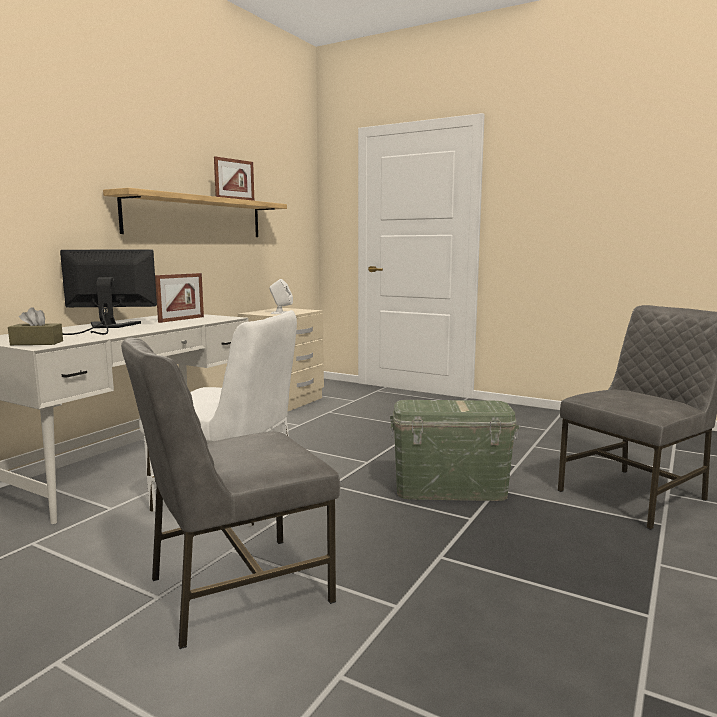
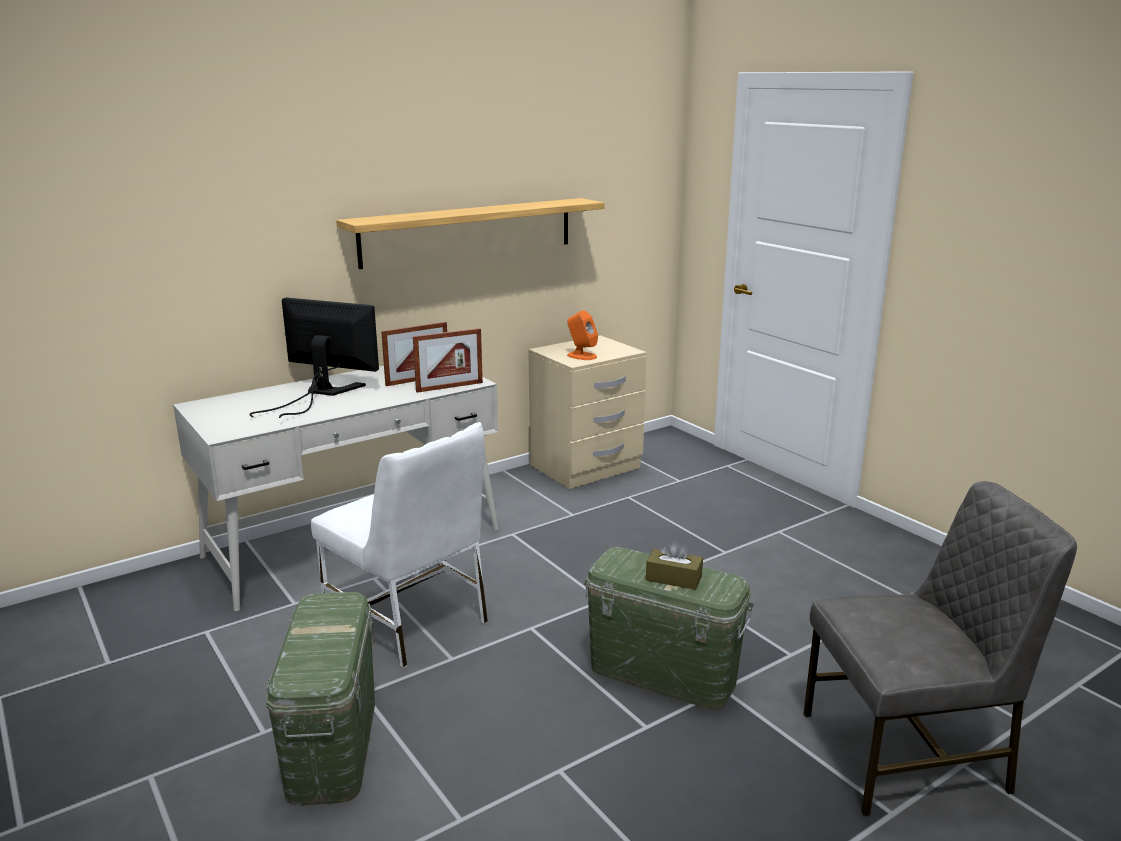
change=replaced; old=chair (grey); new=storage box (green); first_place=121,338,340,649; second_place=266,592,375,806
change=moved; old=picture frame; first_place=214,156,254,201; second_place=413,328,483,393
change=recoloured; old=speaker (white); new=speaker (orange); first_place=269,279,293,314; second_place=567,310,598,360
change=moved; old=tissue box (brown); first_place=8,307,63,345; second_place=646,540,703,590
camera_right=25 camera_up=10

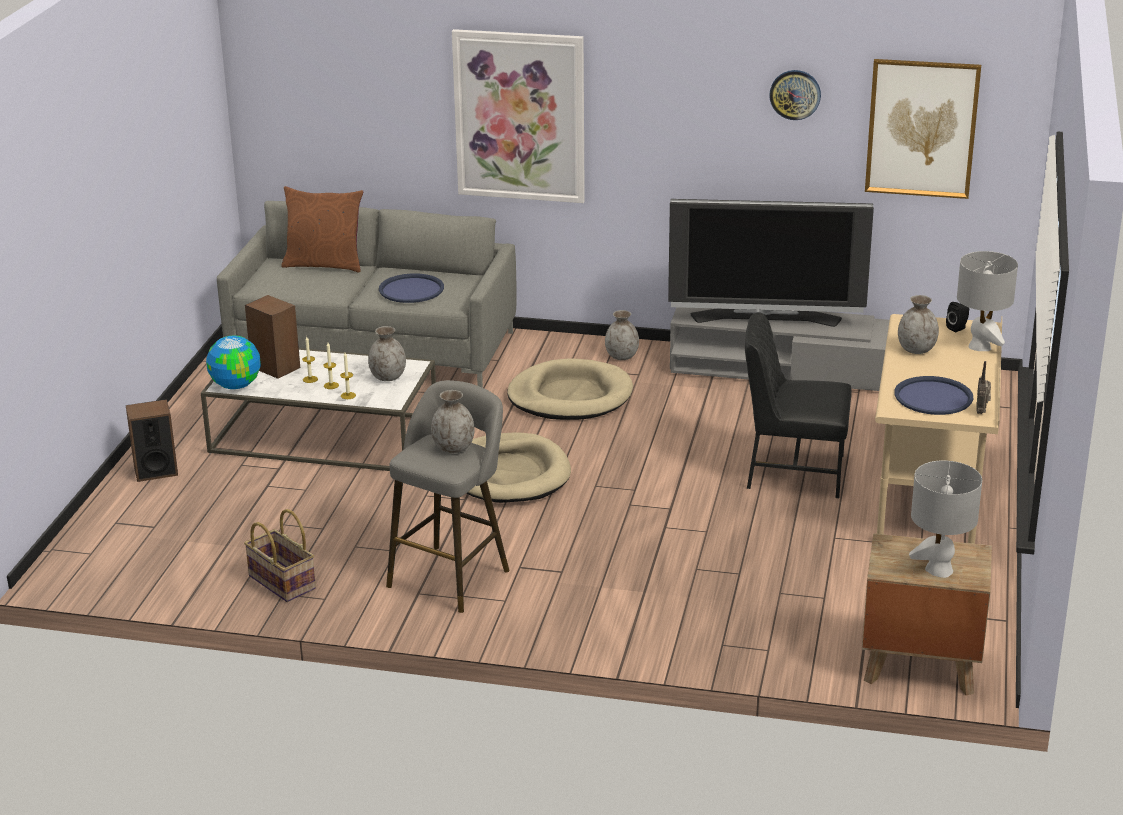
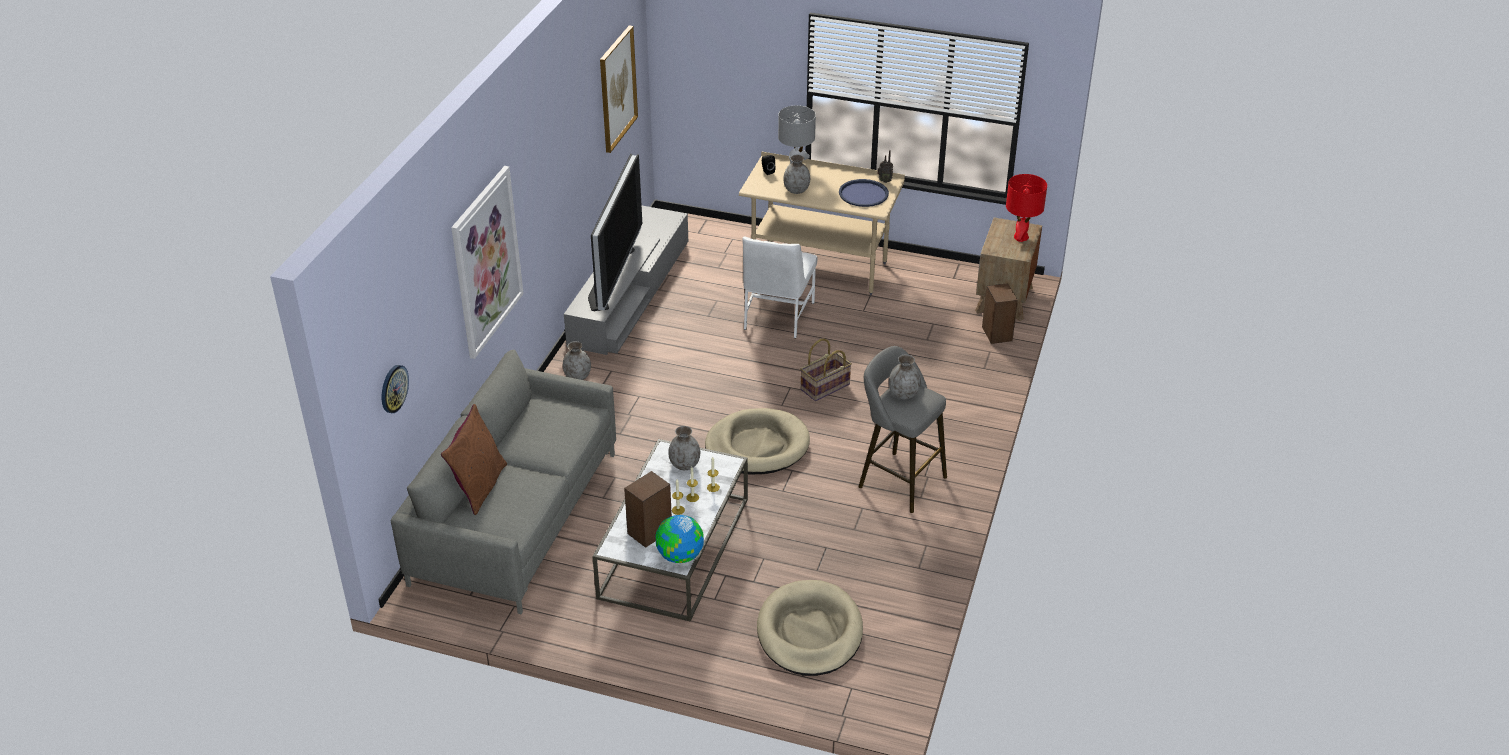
change=moved; old=wall clock; first_place=769,70,821,120; second_place=382,365,409,413
change=recoloured; old=chair (black); new=chair (white); first_place=745,312,852,498; second_place=743,236,817,338
change=moved; old=dog bed (beige); first_place=507,358,633,420; second_place=757,580,863,676
change=moved; old=basket; first_place=244,509,316,602; second_place=800,339,852,401
change=moved; old=speaker; first_place=126,399,178,482; second_place=982,283,1018,344
change=recoloured; old=table lamp (grey); new=table lamp (red); first_place=909,460,982,578; second_place=1006,174,1047,242
change=removed; old=tray (blue); first_place=379,273,444,303
camera_right=-85 camera_up=10

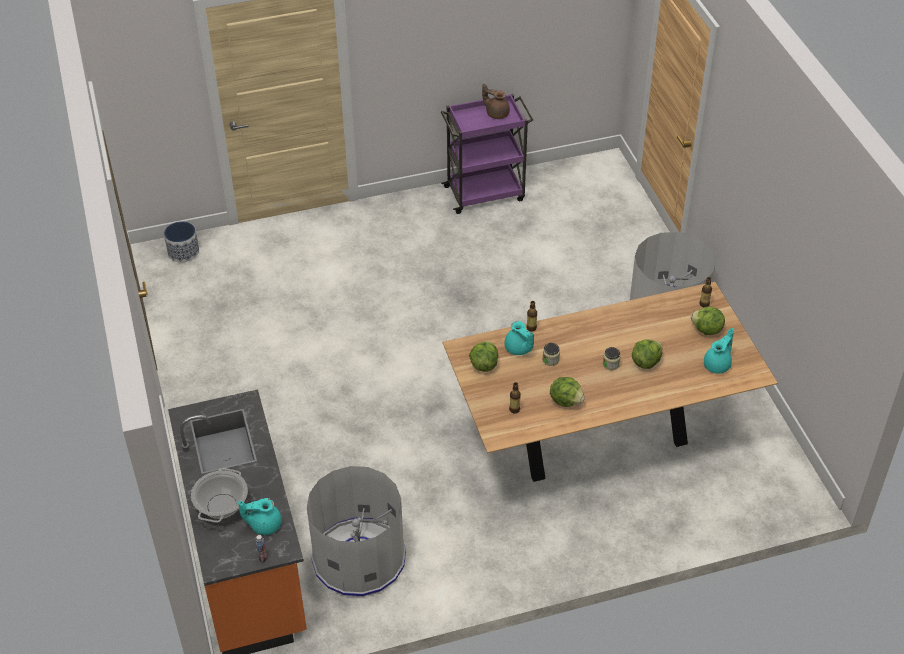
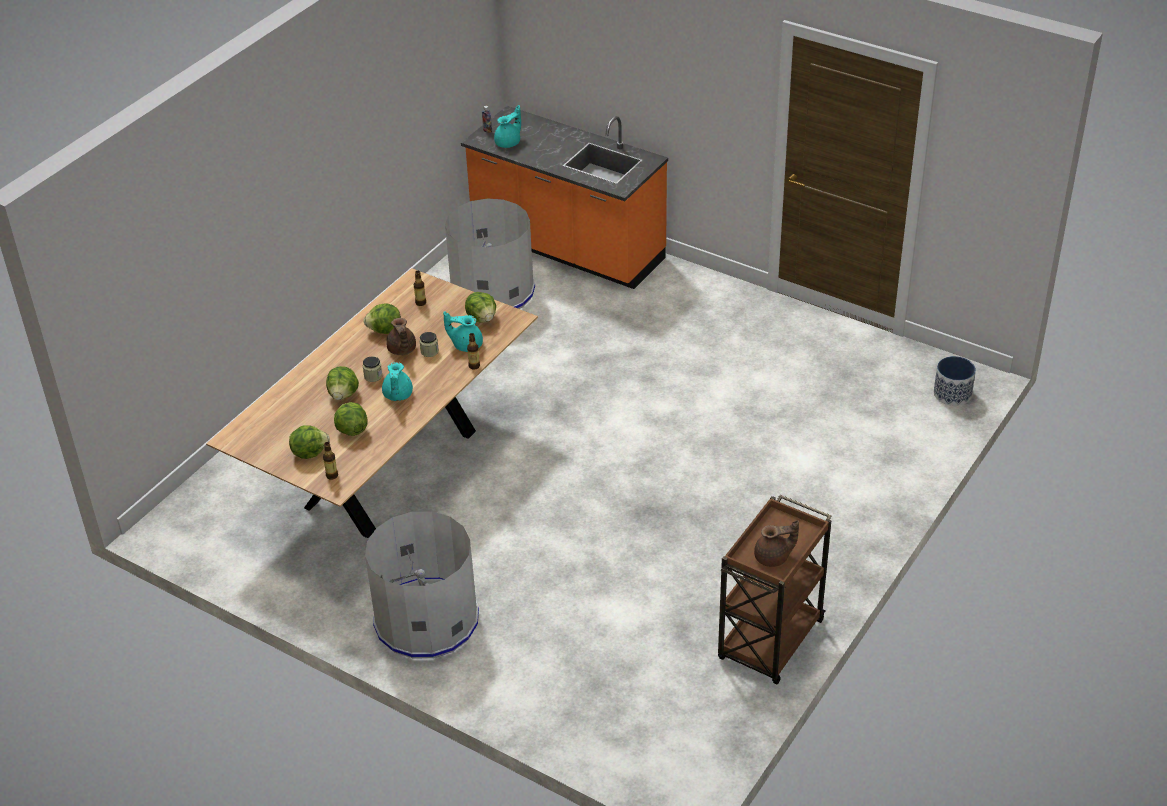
change=added; new=lettuce; second_place=334,402,368,436
change=moved; old=teapot (turquoise); first_place=704,328,734,374; second_place=382,362,413,401
change=added; new=teapot (brown); second_place=386,318,416,355
change=recoloured; old=cart (purple); new=cart (brown); first_place=441,94,533,214; second_place=718,495,832,684
change=removed; old=cooking pot; first_place=191,468,248,523
camera_right=140 camera_up=-5

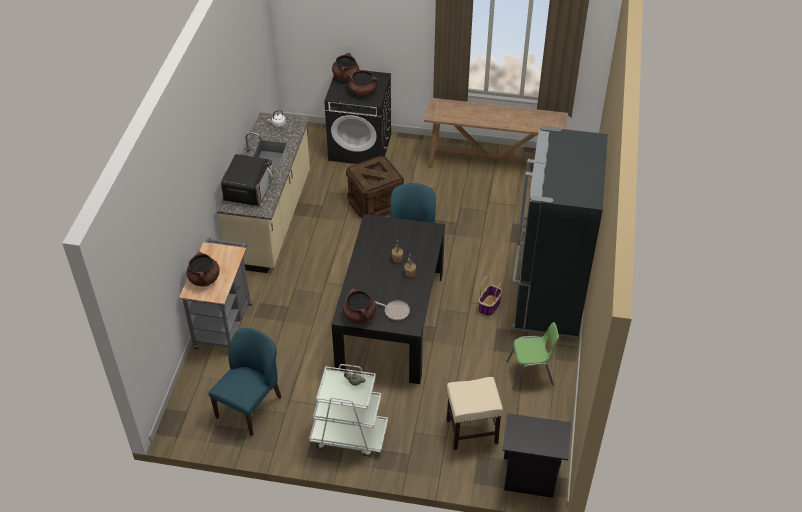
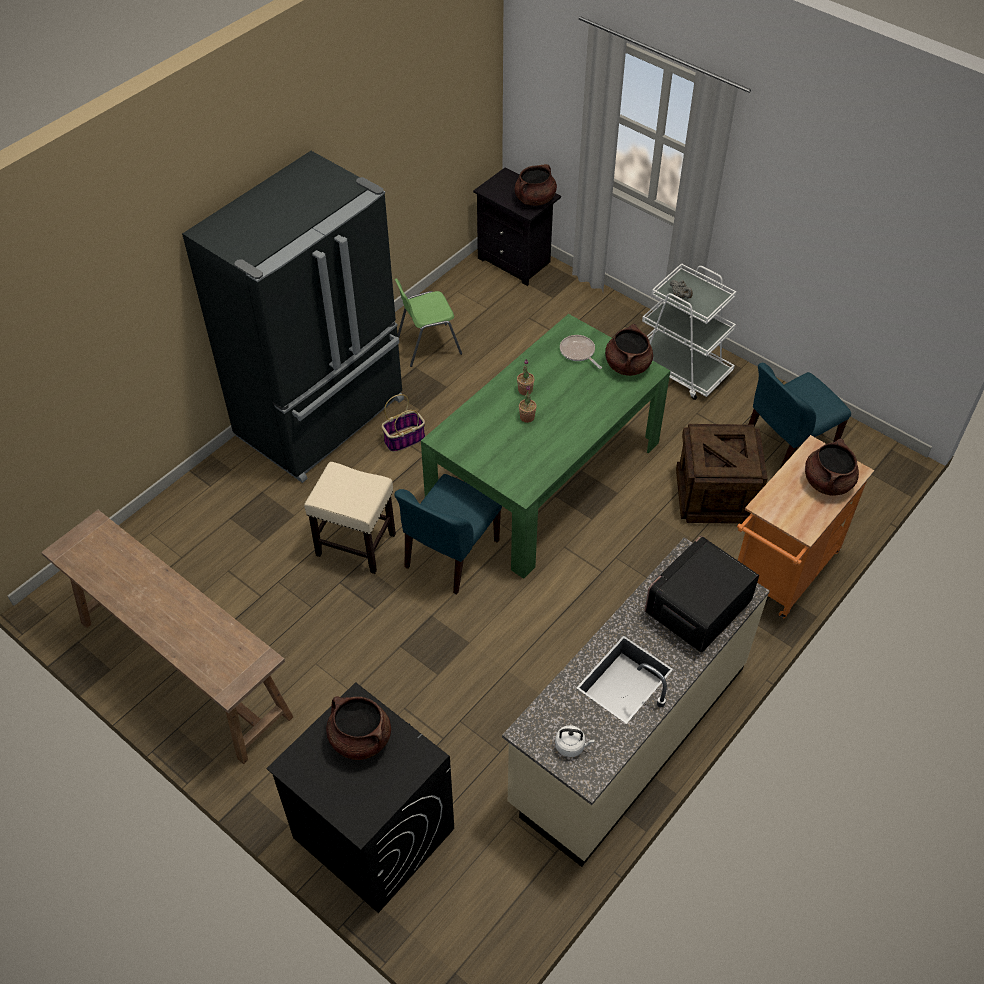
change=moved; old=stool (beige); first_place=446,377,503,450; second_place=304,462,396,574
change=turned; old=chair (green); first_place=506,322,559,390; second_place=395,278,462,367; degrees=-45
change=recoloured; old=dining table (black); new=dining table (green); first_place=331,214,445,384; second_place=421,314,670,579
change=moved; old=cooking pot (brown); first_place=332,53,359,81; second_place=515,164,557,206
change=moved; old=crate; first_place=346,155,404,218; second_place=676,424,768,524
change=recoloured; old=cart (grey); new=cart (orange); first_place=179,237,253,350; second_place=737,435,874,618
camera_right=-150 camera_up=5

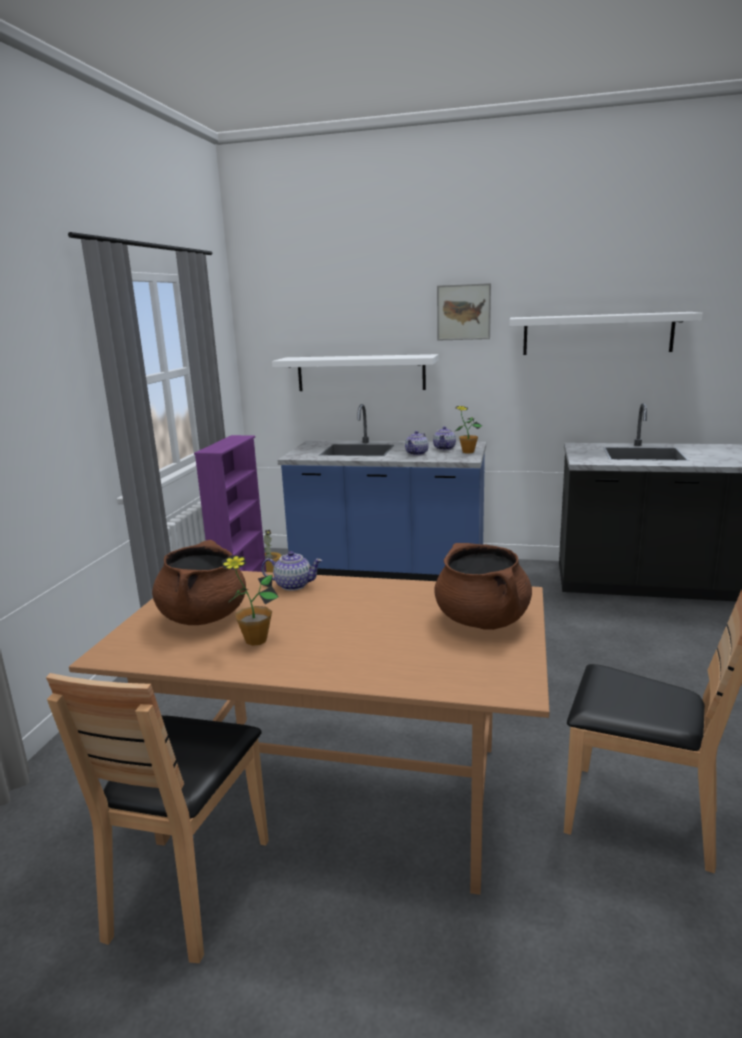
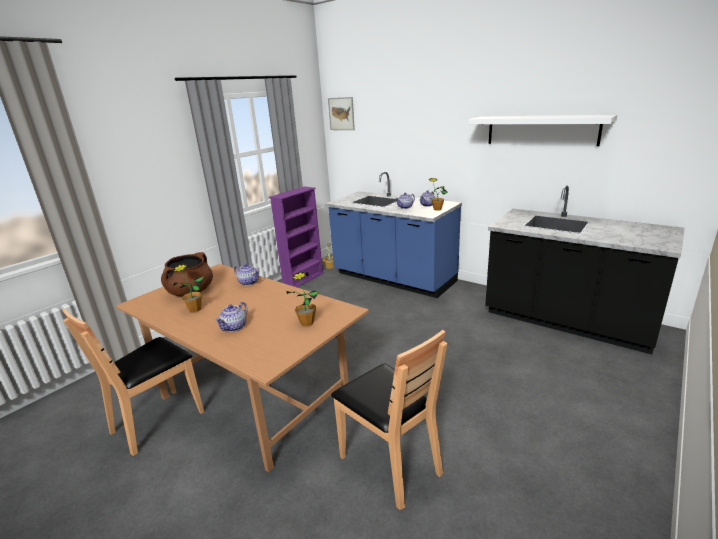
change=added; new=teapot; second_place=215,302,248,332
change=replaced; old=cooking pot (brown); new=potted plant; first_place=434,543,532,630; second_place=287,272,319,326
change=moved; old=picture; first_place=437,283,491,341; second_place=328,97,355,130
change=removed; old=shelf (white); first_place=272,354,438,391
camera_right=25 camera_up=5

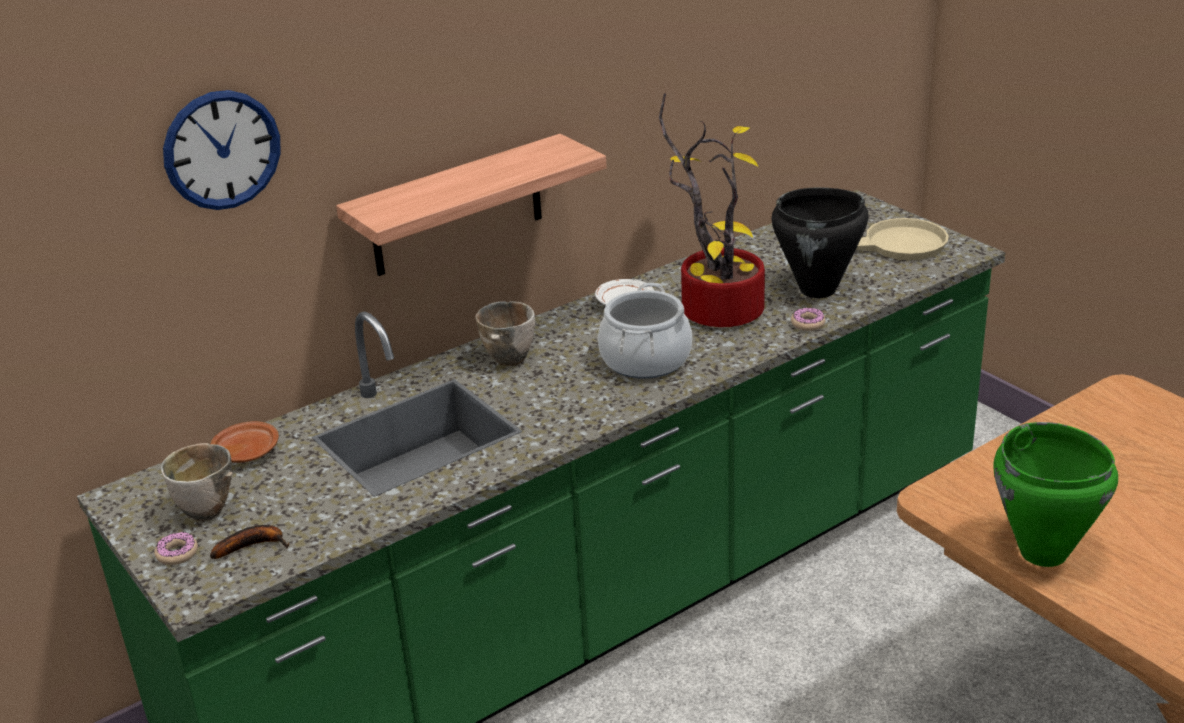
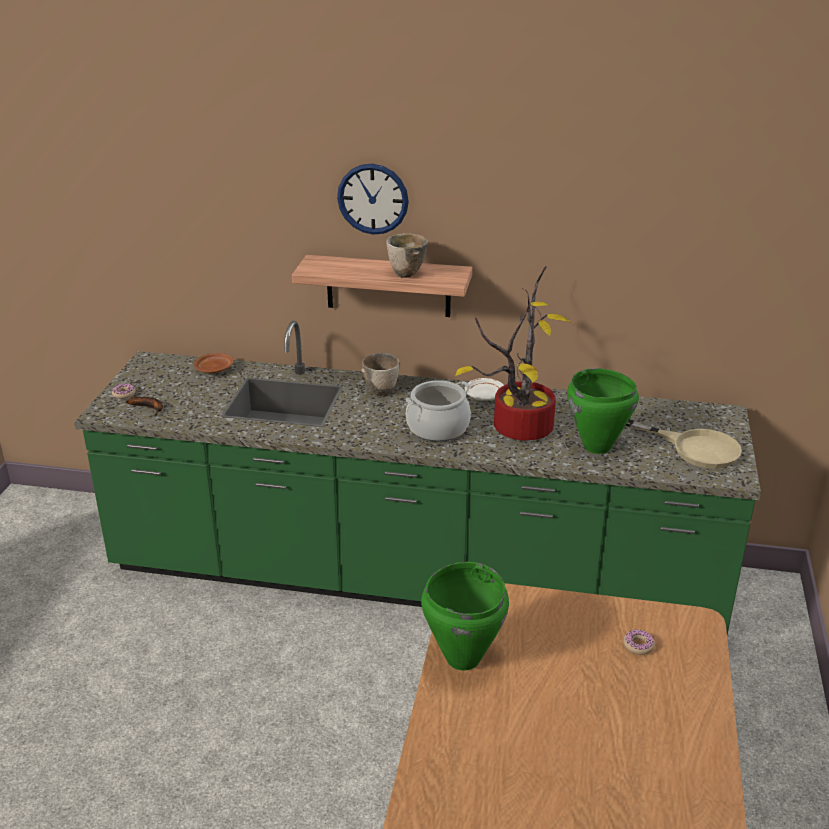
change=moved; old=wall clock; first_place=163,90,281,210; second_place=337,164,409,235
change=moved; old=bowl; first_place=160,443,233,521; second_place=386,233,428,278
change=recoloured; old=cooking pot (black); new=cooking pot (green); first_place=772,187,869,298; second_place=567,368,639,454
change=moved; old=donut; first_place=791,308,826,331; second_place=623,629,655,655
camera_right=45 camera_up=0

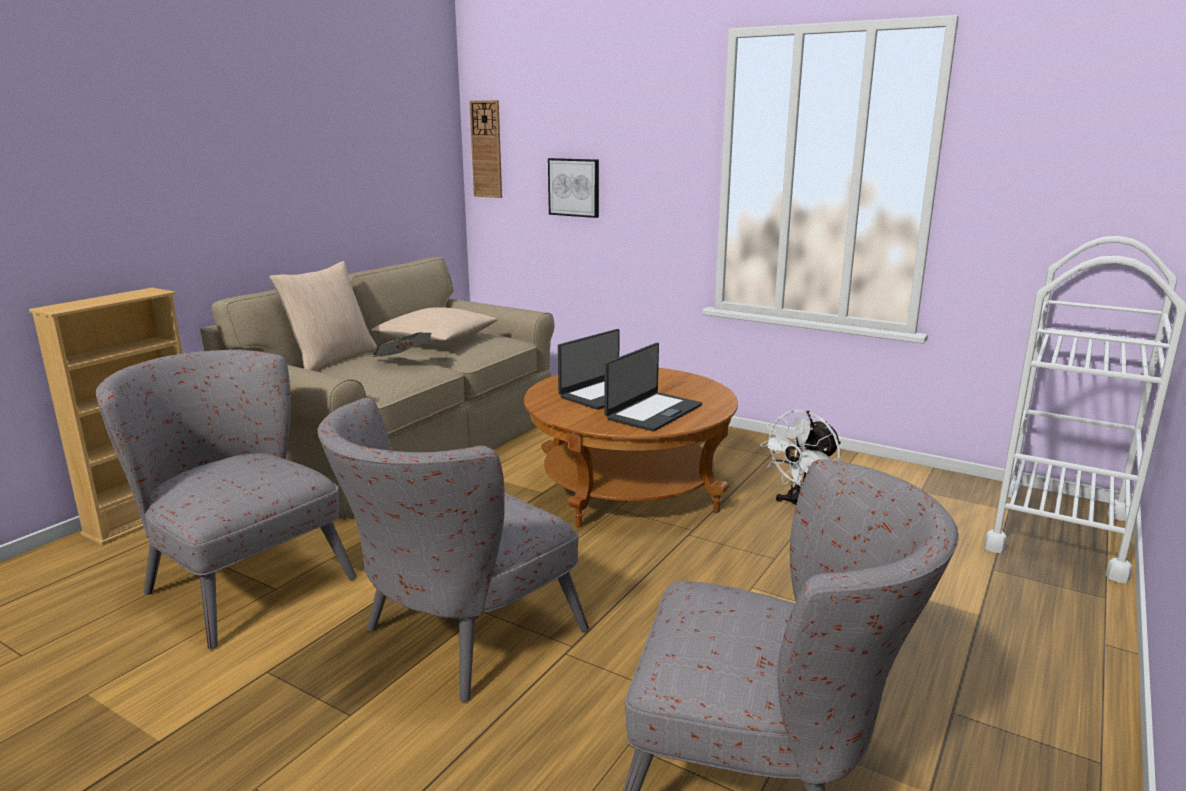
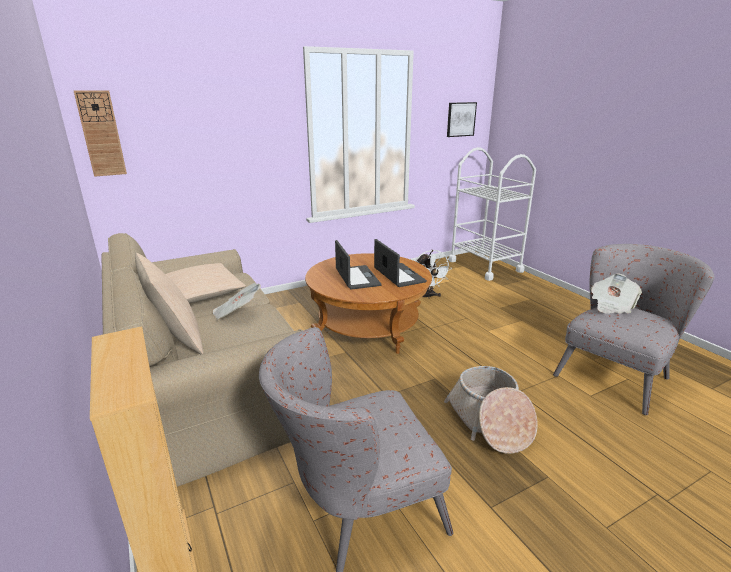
change=replaced; old=armchair (grey); new=basket; first_place=318,398,589,702; second_place=444,366,538,454
change=moved; old=picture; first_place=548,158,599,218; second_place=447,102,477,137
change=added; new=newspaper; second_place=591,273,642,314
camera_right=-60 camera_up=5

